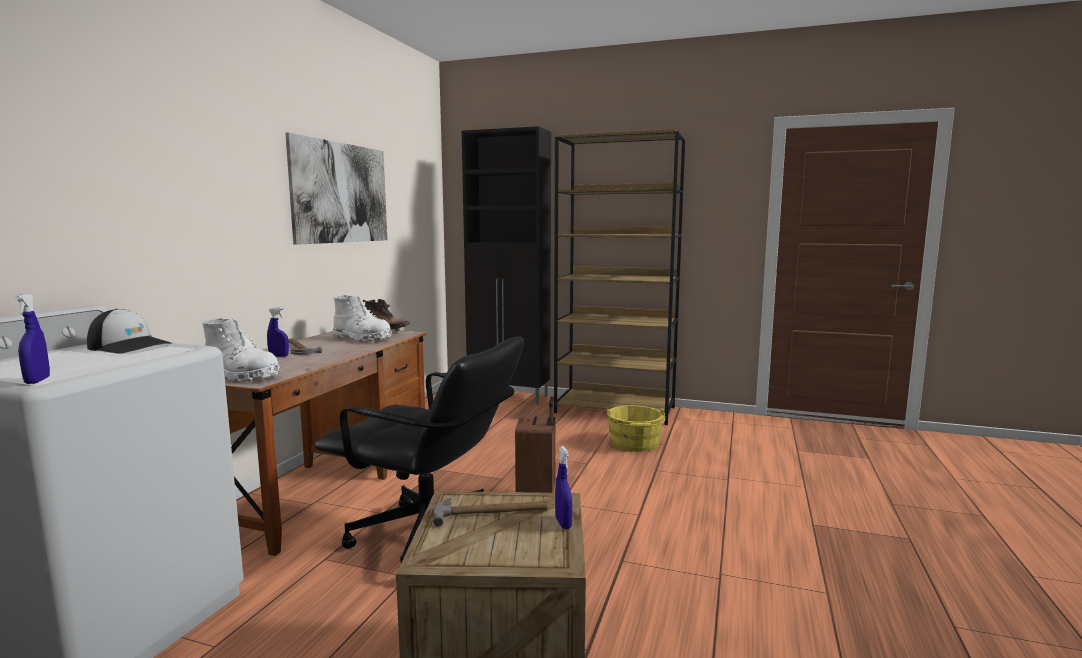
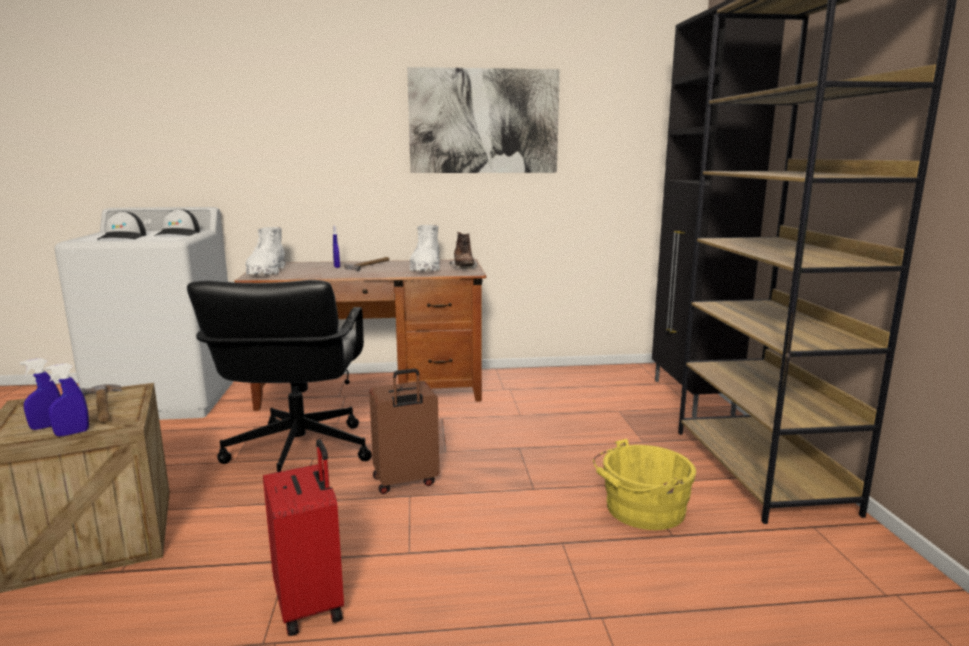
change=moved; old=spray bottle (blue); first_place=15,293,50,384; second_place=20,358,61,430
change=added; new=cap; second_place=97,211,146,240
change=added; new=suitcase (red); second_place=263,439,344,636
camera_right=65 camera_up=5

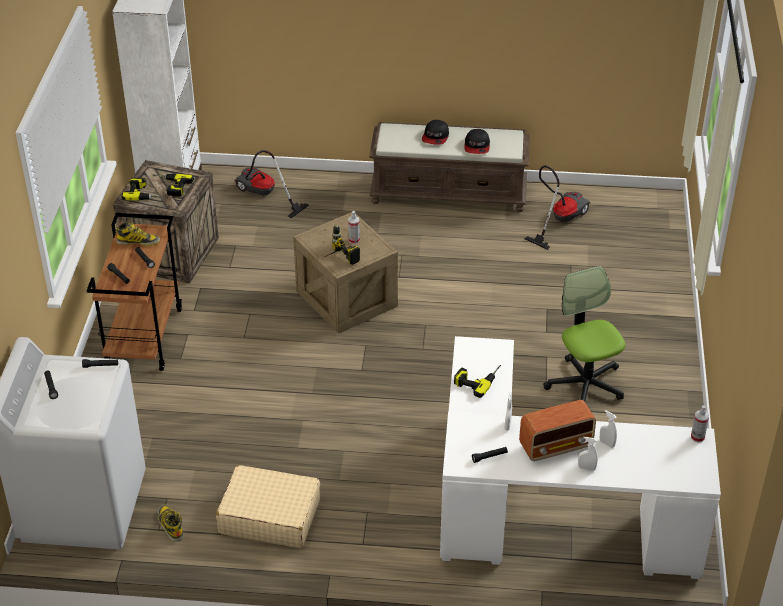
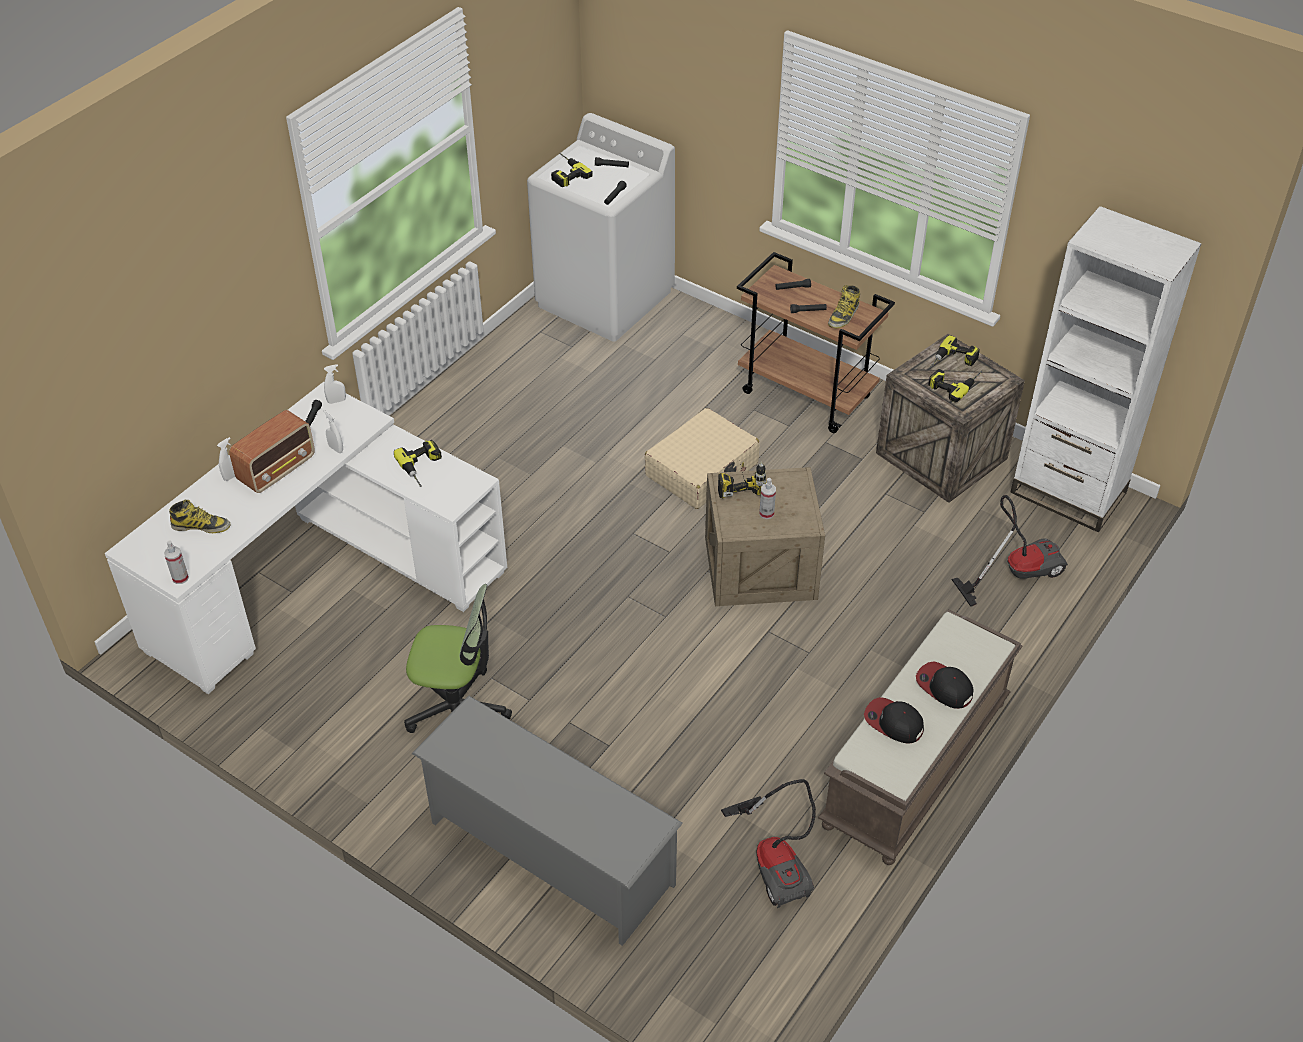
change=moved; old=boot; first_place=158,505,184,542; second_place=169,500,231,533
change=turned; old=radio; first_place=519,400,596,461; second_place=229,410,315,493; degrees=-150
change=moved; old=spray bottle (white); first_place=600,410,617,448; second_place=324,364,346,404
change=added; new=shoe rack (grey); second_place=412,695,683,946
change=added; new=power drill; second_place=551,153,593,187
change=moved; old=suitcase (beige); first_place=216,465,320,548; second_place=644,408,760,509
camera_right=120 camera_up=5

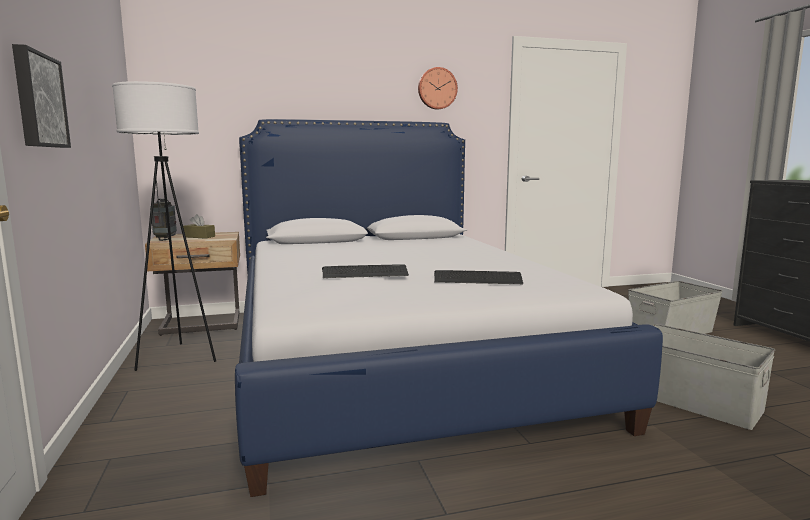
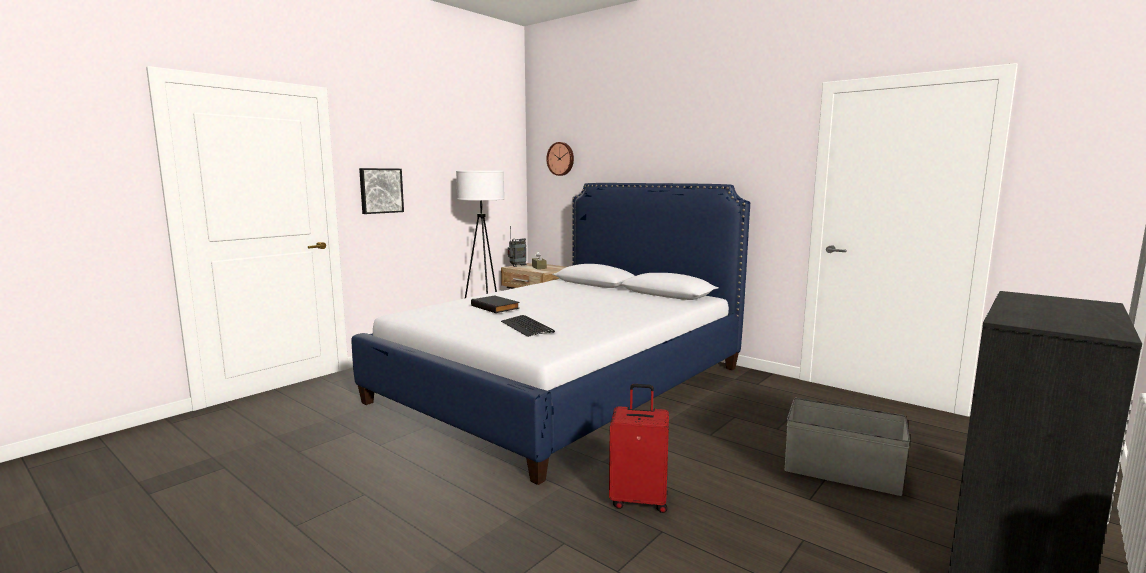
change=replaced; old=keyboard; new=book (black); first_place=322,264,409,278; second_place=471,295,520,313
change=moved; old=wall clock; first_place=418,67,458,109; second_place=546,142,574,176
change=replaced; old=storage box (grey); new=suitcase (red); first_place=652,324,775,430; second_place=609,384,669,513
camera_right=55 camera_up=0

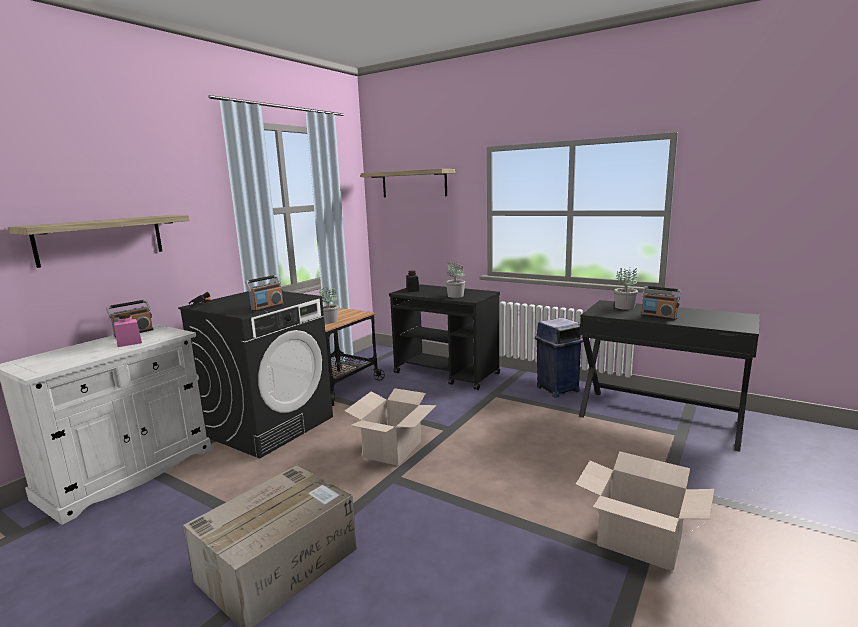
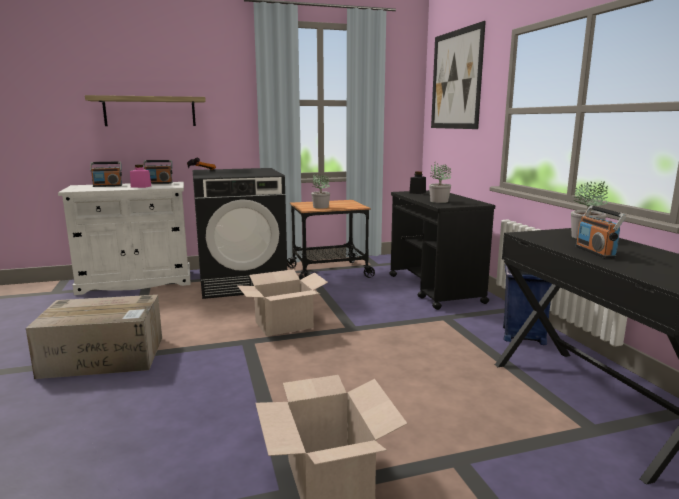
change=moved; old=radio; first_place=245,275,284,312; second_place=90,162,122,187
change=replaced; old=shelf; new=picture; first_place=361,169,455,197; second_place=431,21,486,129
camera_right=40 camera_up=0

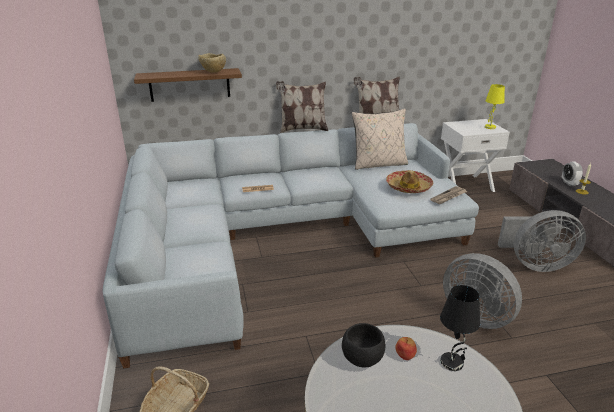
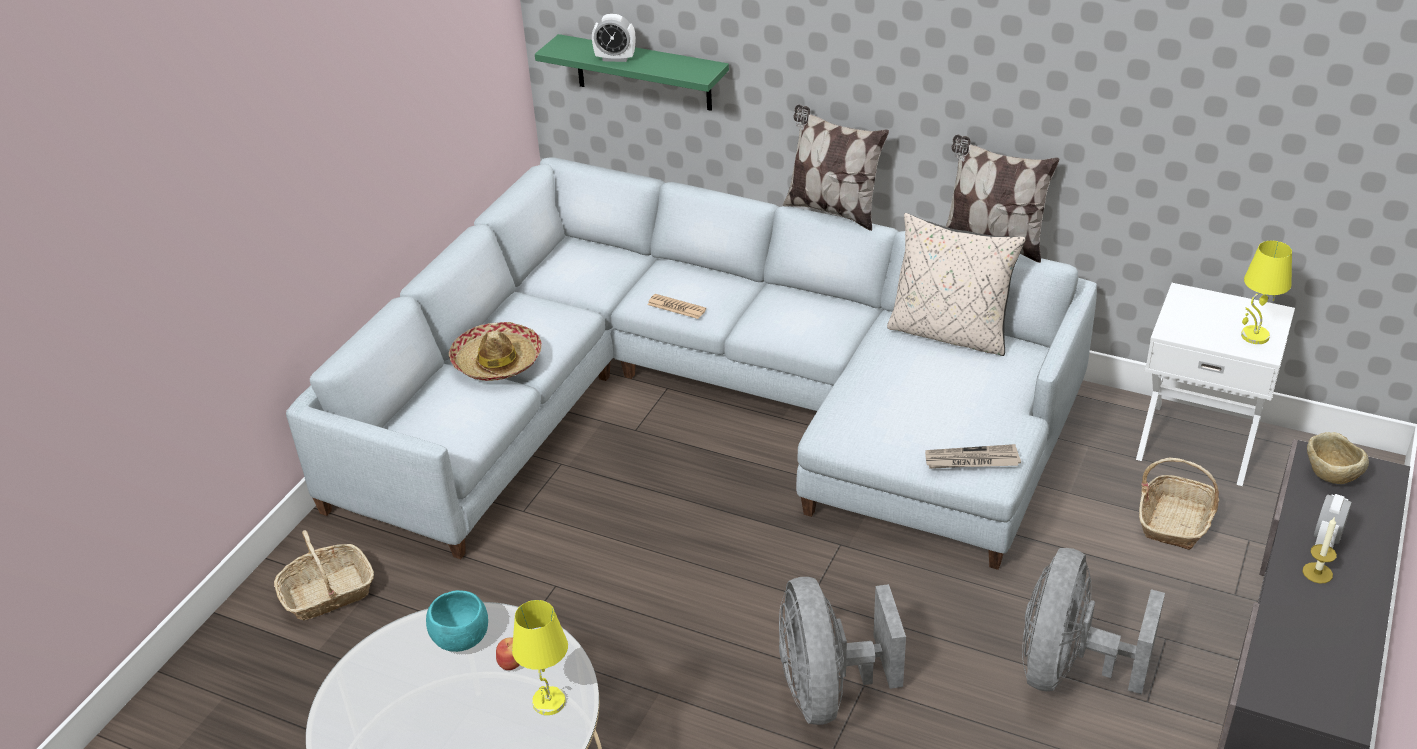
change=recoloured; old=bowl (black); new=bowl (turquoise); first_place=342,323,385,367; second_place=426,590,488,652
change=moved; old=hat; first_place=386,170,433,193; second_place=449,322,542,381
change=recoloured; old=table lamp (black); new=table lamp (yellow); first_place=440,285,480,371; second_place=512,600,568,715
change=recoloured; old=shelf (brown); new=shelf (green); first_place=134,68,242,102; second_place=535,34,729,111
change=added; new=alarm clock; second_place=592,14,635,62
change=turned; old=fan (grey); first_place=498,210,586,272; second_place=1022,548,1165,694; degrees=75
change=added; new=basket; second_place=1139,458,1219,550
change=moved; old=bowl (beige); first_place=198,53,226,73; second_place=1307,432,1369,484
camera_right=40 camera_up=10

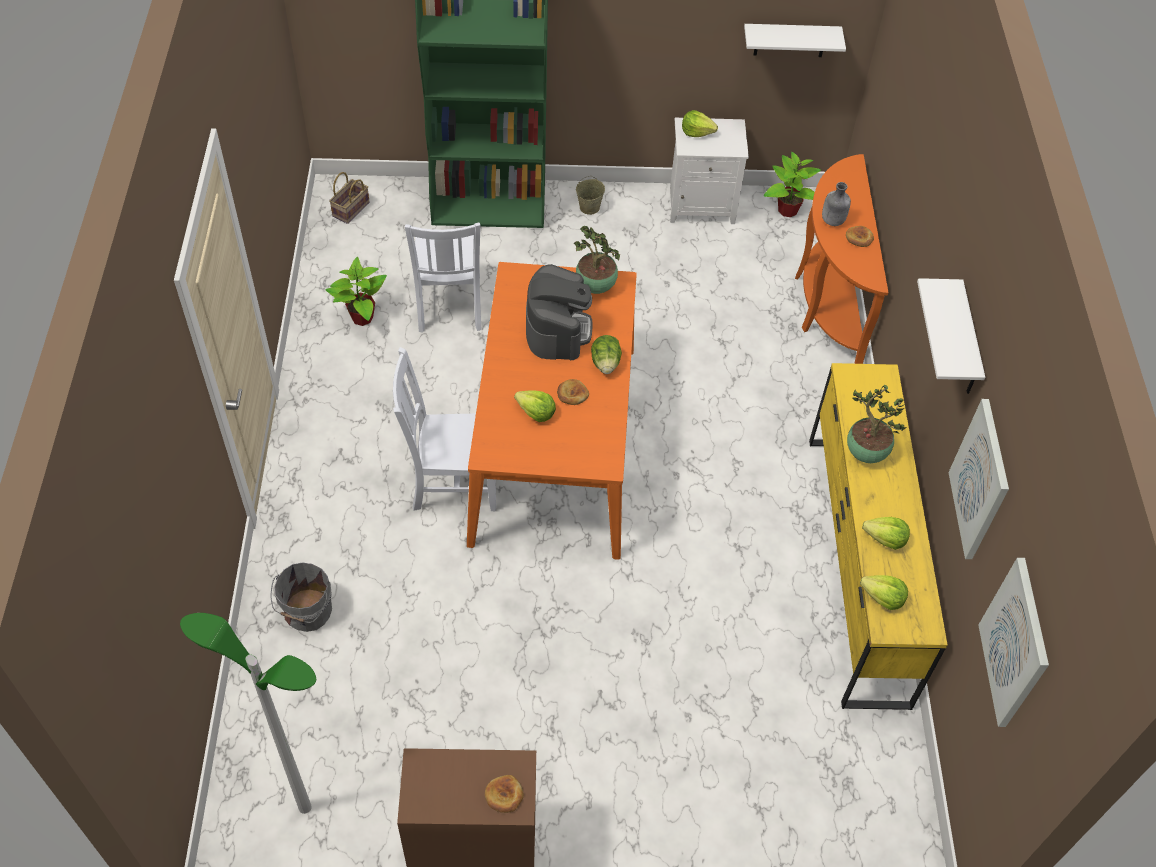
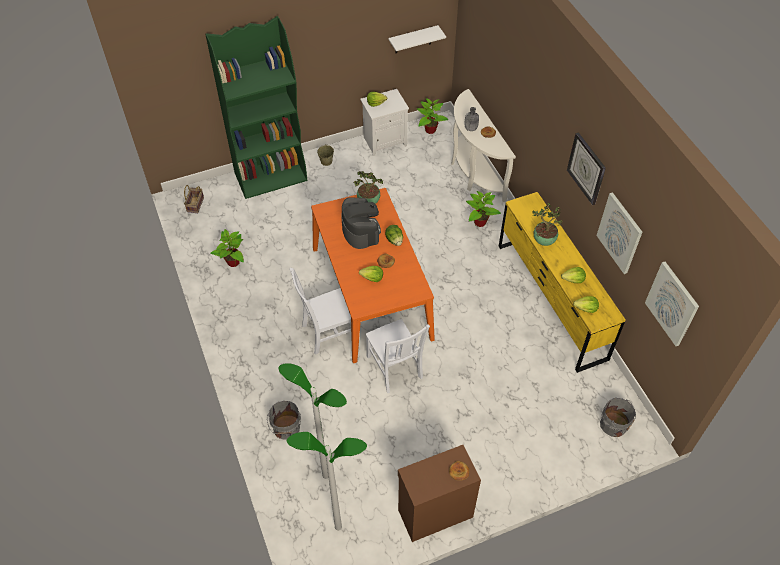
change=added; new=floor lamp; second_place=279,363,347,479
change=moved; old=chair (white); first_place=405,223,481,333; second_place=366,319,430,393
change=recoloured; old=console table (orange); new=console table (white); first_place=795,154,889,364; second_place=451,89,516,202
change=added; new=potted plant; second_place=466,191,501,227
change=replaced; old=shelf (white); new=wall clock; first_place=917,278,985,394; second_place=567,132,606,205
change=added; new=bucket (grey); second_place=600,398,636,437
camera_right=-20 camera_up=0

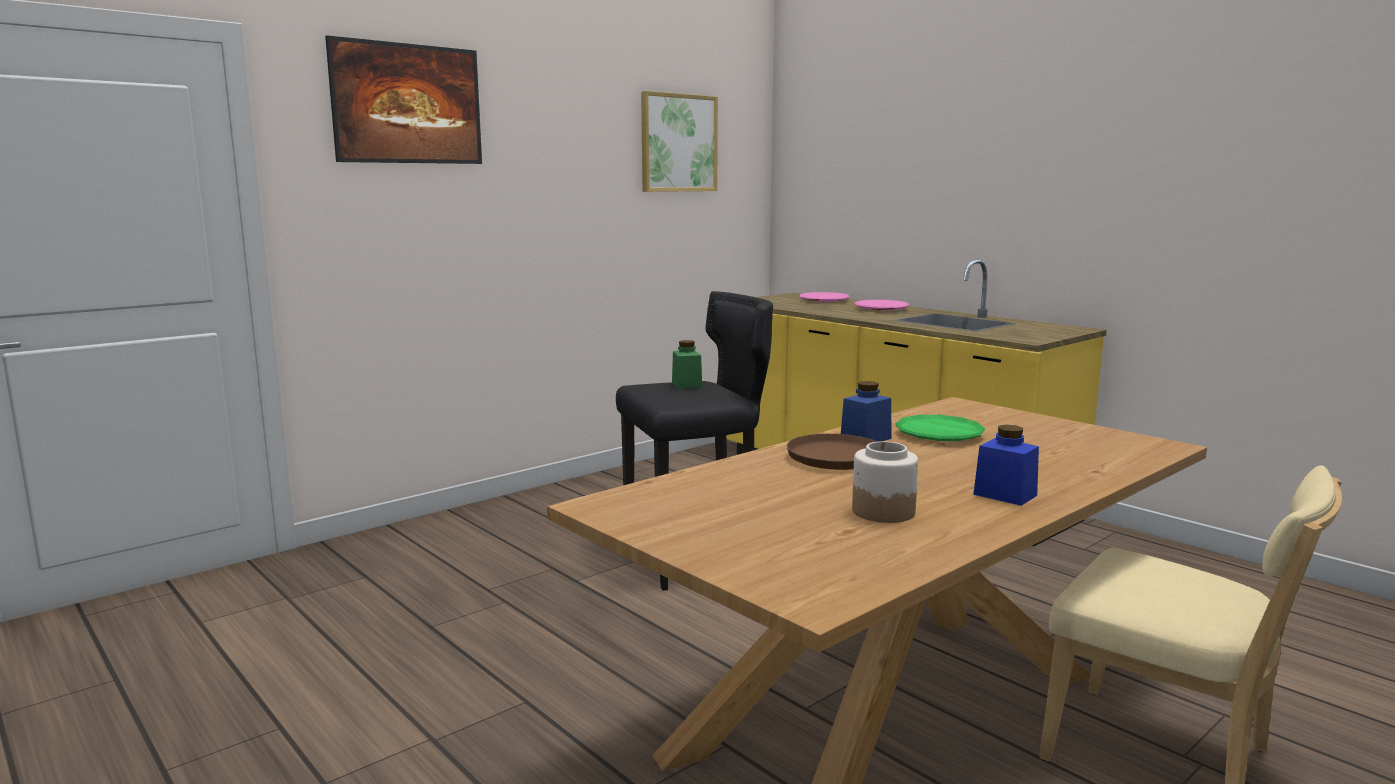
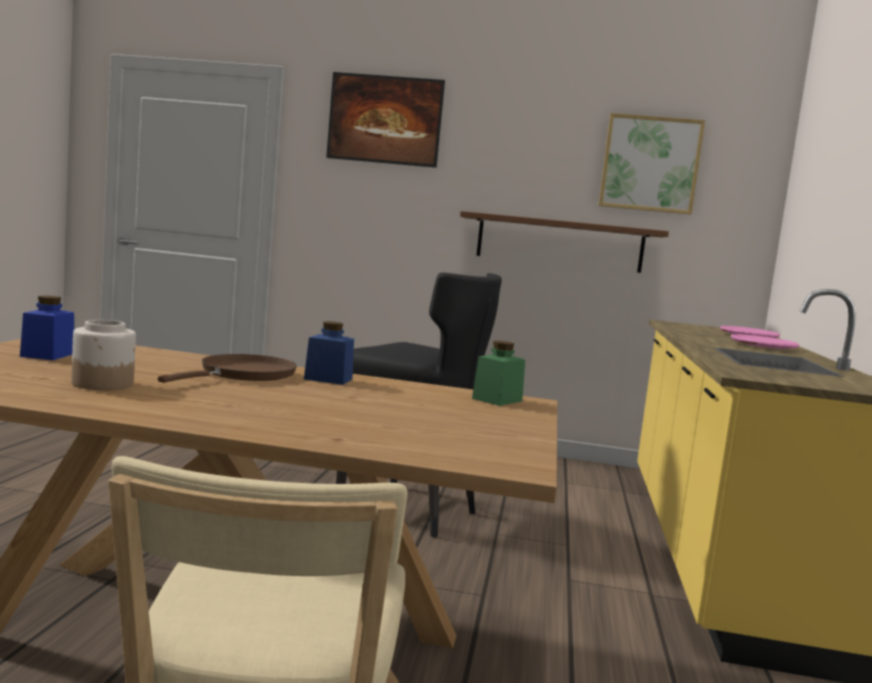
change=moved; old=jar (blue); first_place=973,425,1039,506; second_place=20,296,74,360
change=added; new=shelf (brown); second_place=460,211,669,273
change=moved; old=jar (green); first_place=672,340,702,389; second_place=472,341,525,406
change=removed; old=plate (green); first_place=895,415,985,441
camera_right=50 camera_up=-5

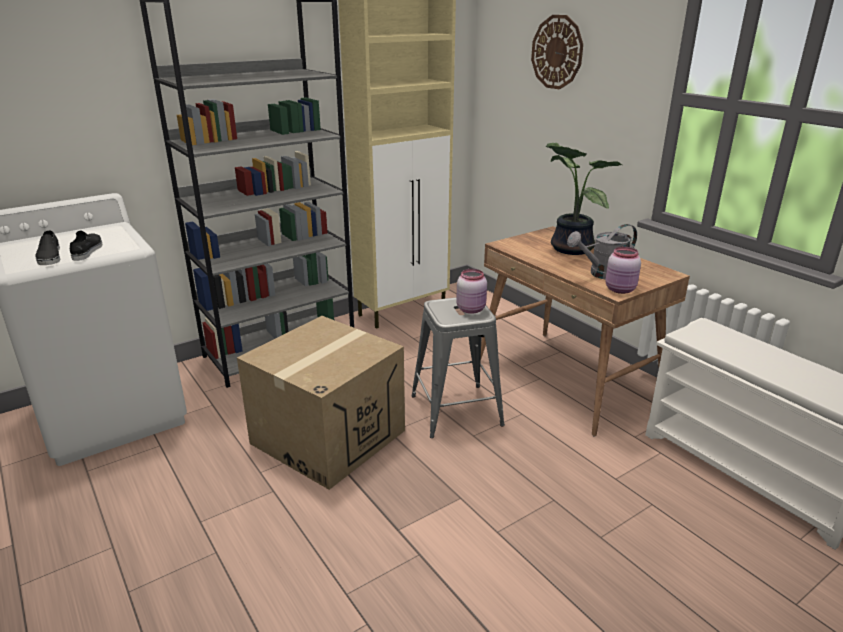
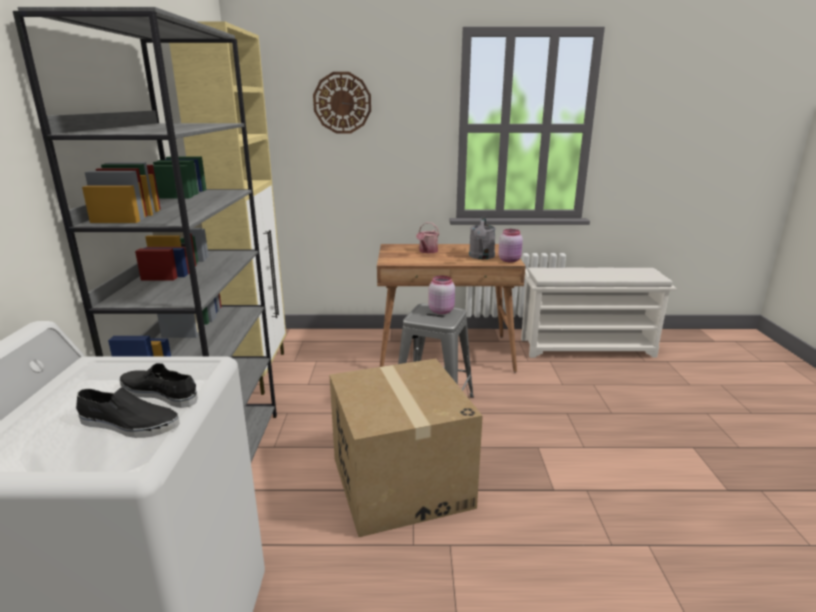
change=replaced; old=potted plant; new=watering can; first_place=546,143,622,255; second_place=416,222,439,254
camera_right=-55 camera_up=-5

